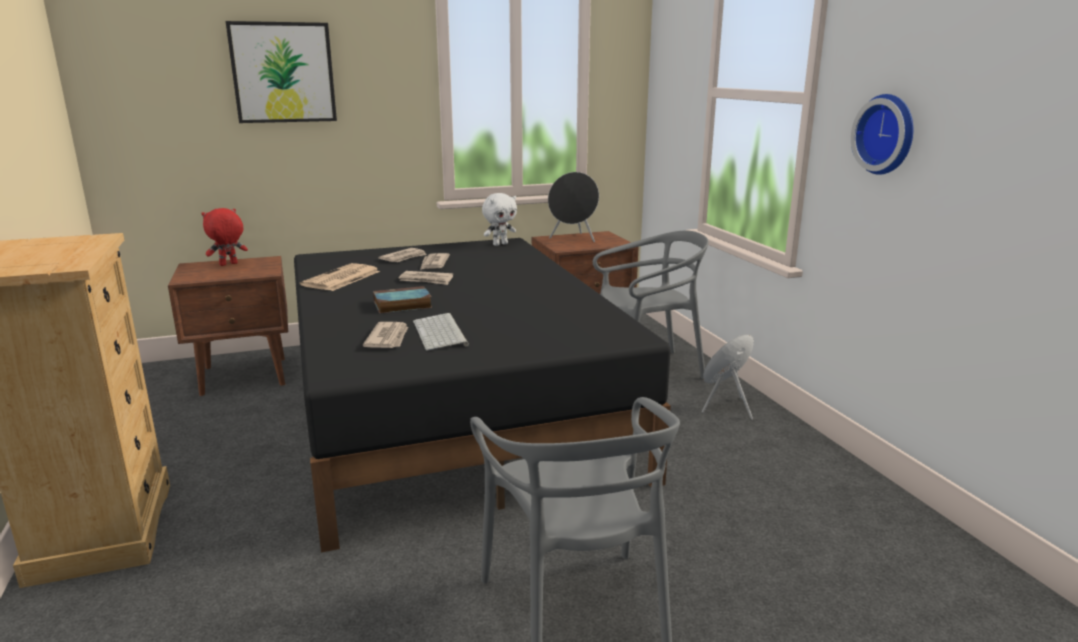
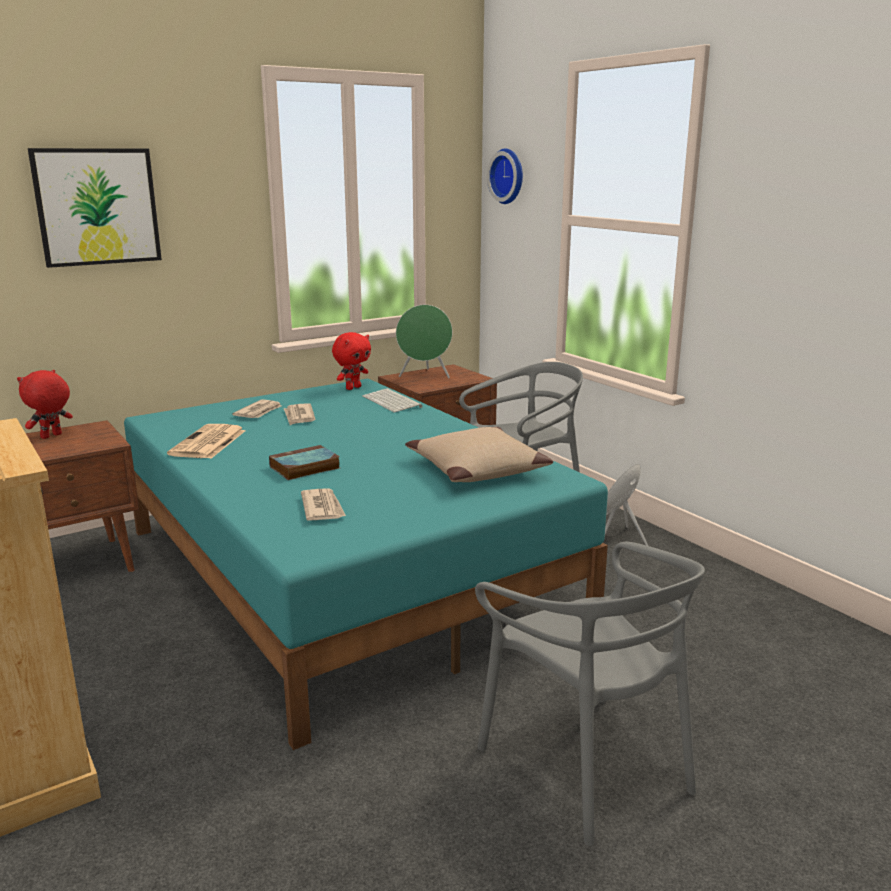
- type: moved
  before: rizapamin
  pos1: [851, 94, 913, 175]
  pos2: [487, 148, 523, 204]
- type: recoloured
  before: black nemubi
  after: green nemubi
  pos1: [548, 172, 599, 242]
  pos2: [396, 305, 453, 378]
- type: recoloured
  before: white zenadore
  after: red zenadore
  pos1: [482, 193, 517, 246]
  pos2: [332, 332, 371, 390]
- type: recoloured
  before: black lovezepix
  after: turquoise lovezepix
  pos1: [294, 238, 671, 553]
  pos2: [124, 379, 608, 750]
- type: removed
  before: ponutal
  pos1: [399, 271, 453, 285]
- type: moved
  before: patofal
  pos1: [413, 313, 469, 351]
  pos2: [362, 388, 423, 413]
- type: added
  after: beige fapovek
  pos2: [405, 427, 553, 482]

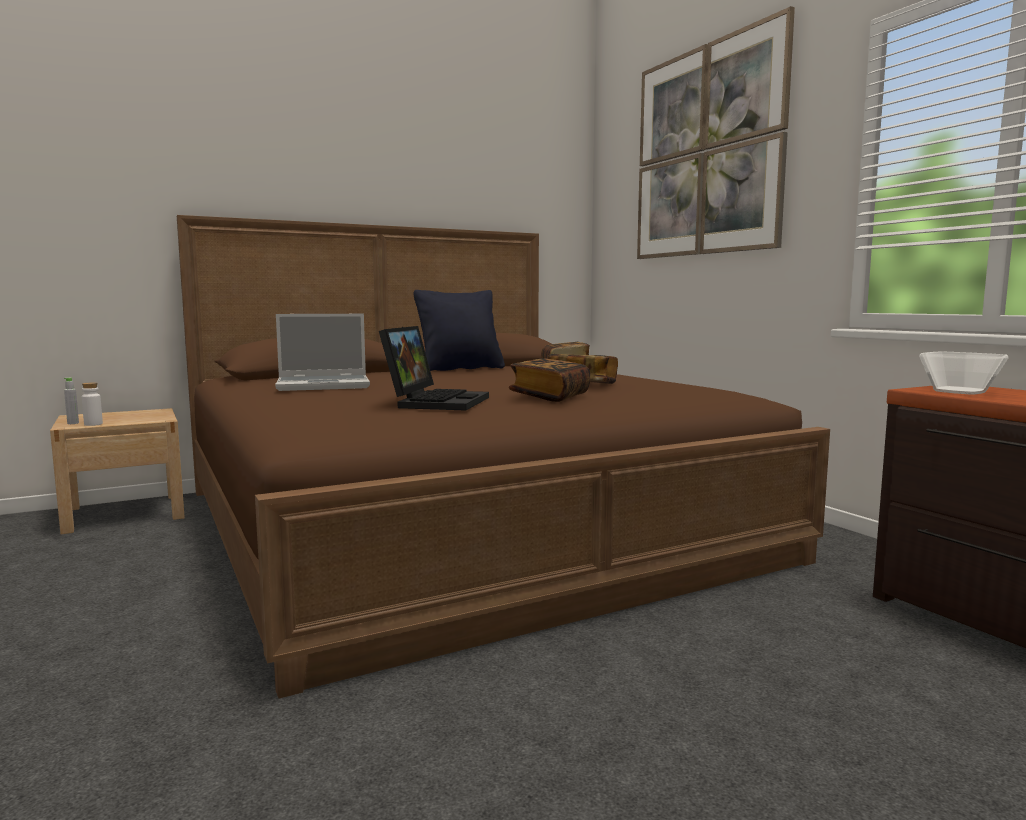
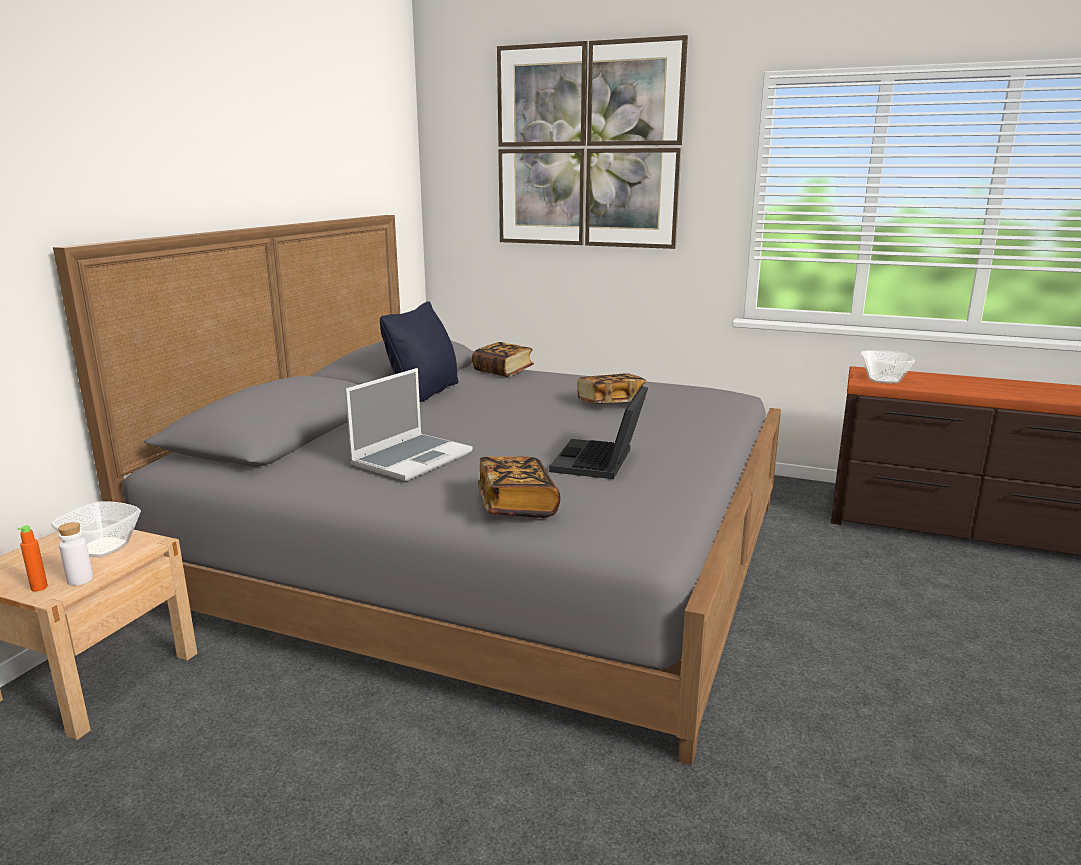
- type: recoloured
  before: brown lovezepix
  after: grey lovezepix
  pos1: [177, 215, 830, 698]
  pos2: [53, 215, 781, 765]
- type: turned
  before: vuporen
  pos1: [379, 326, 489, 410]
  pos2: [549, 386, 648, 479]
  turn: -135
- type: moved
  before: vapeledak
  pos1: [509, 358, 590, 402]
  pos2: [478, 456, 560, 518]
- type: recoloured
  before: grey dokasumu
  after: orange dokasumu
  pos1: [64, 378, 79, 424]
  pos2: [17, 525, 48, 592]
- type: added
  after: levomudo
  pos2: [51, 501, 141, 557]

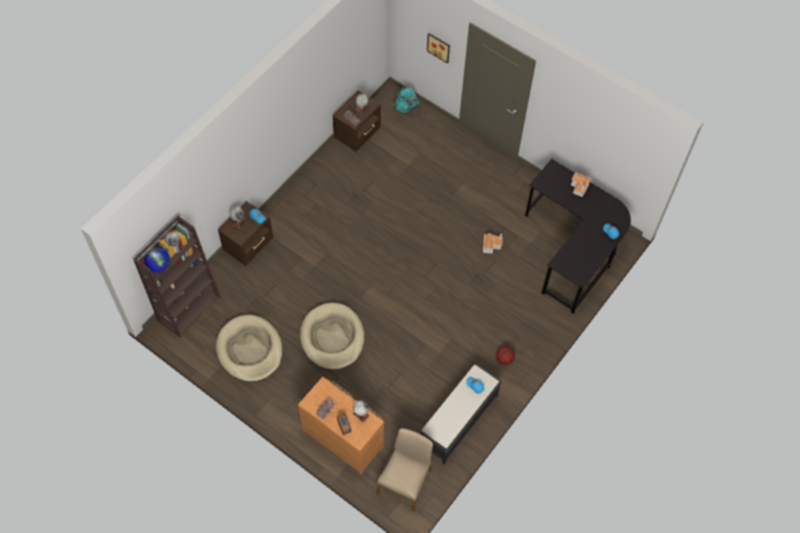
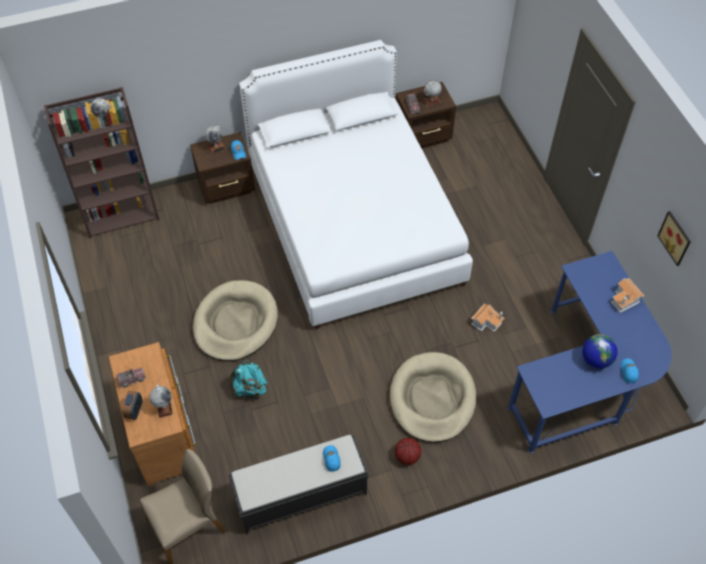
- type: moved
  before: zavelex
  pos1: [427, 33, 450, 64]
  pos2: [657, 211, 691, 266]
- type: moved
  before: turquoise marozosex
  pos1: [392, 86, 419, 114]
  pos2: [230, 360, 268, 400]
- type: recoloured
  before: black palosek
  after: blue palosek
  pos1: [525, 159, 631, 314]
  pos2: [508, 251, 672, 453]
- type: moved
  before: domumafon
  pos1: [144, 247, 170, 273]
  pos2: [582, 334, 618, 369]
- type: moved
  before: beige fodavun
  pos1: [216, 315, 283, 382]
  pos2: [390, 352, 476, 443]
- type: added
  after: white lovezepix
  pos2: [239, 40, 473, 330]

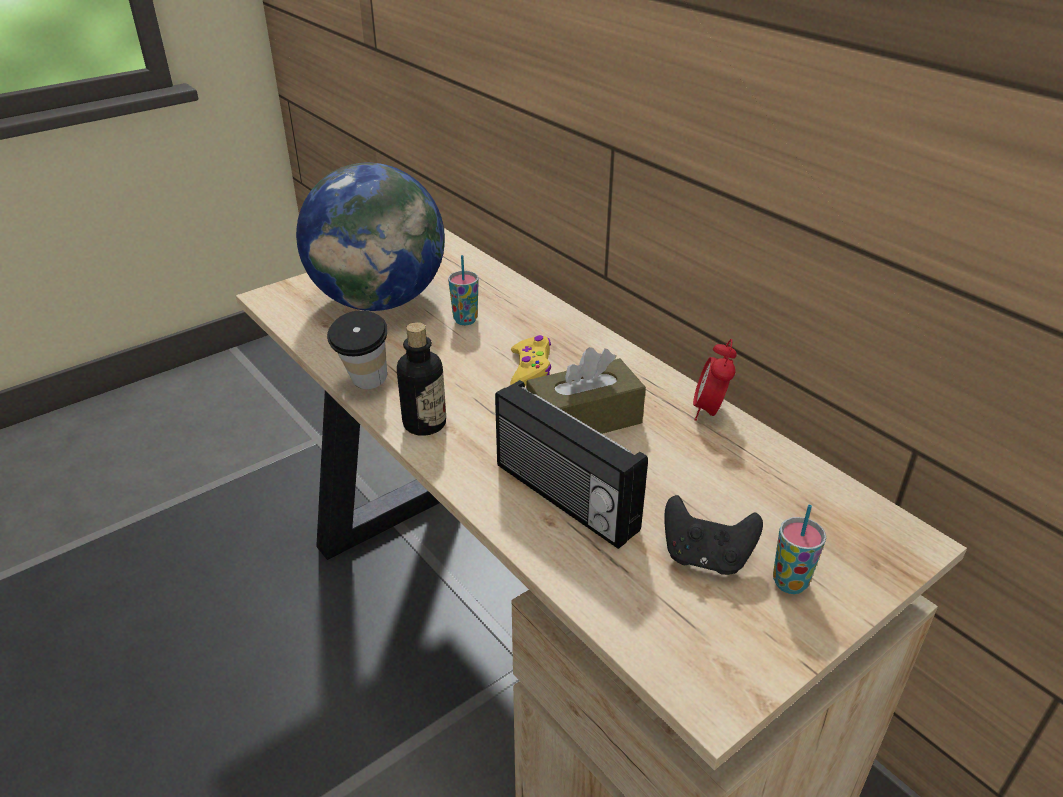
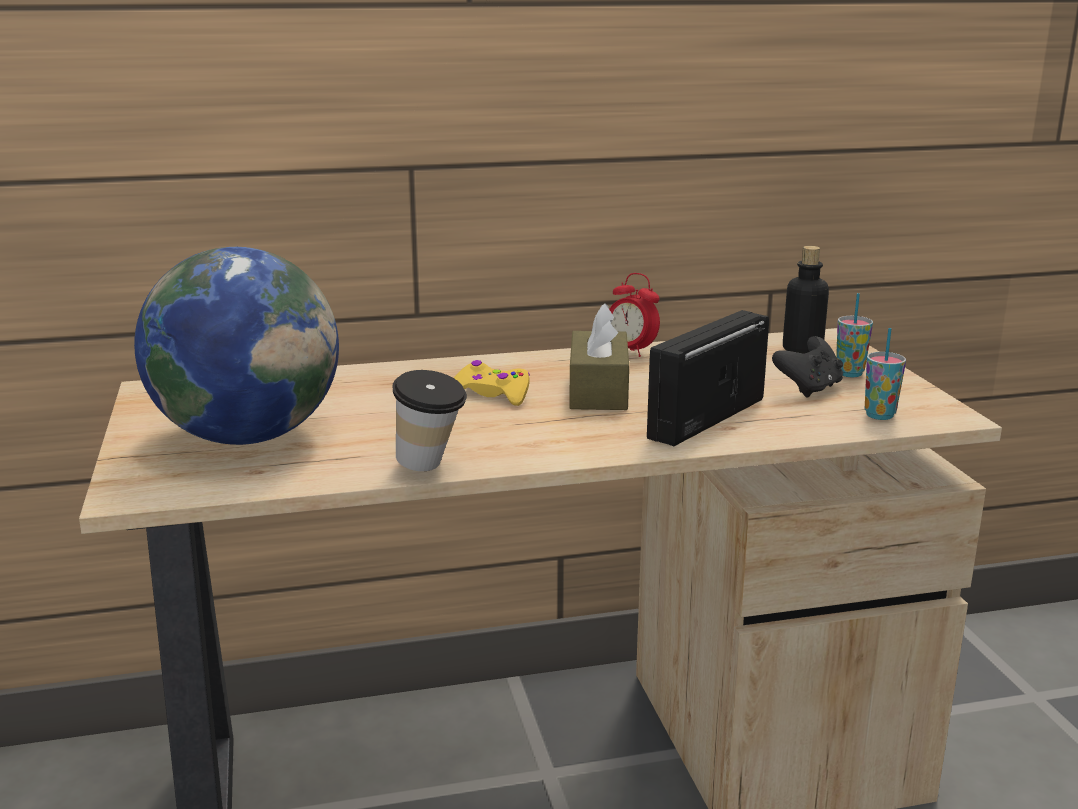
- type: moved
  before: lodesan
  pos1: [448, 255, 479, 325]
  pos2: [864, 328, 906, 420]
- type: moved
  before: dokasumu
  pos1: [397, 322, 446, 436]
  pos2: [783, 246, 829, 354]
- type: turned
  before: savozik
  pos1: [495, 380, 648, 549]
  pos2: [647, 310, 769, 446]
  turn: 150

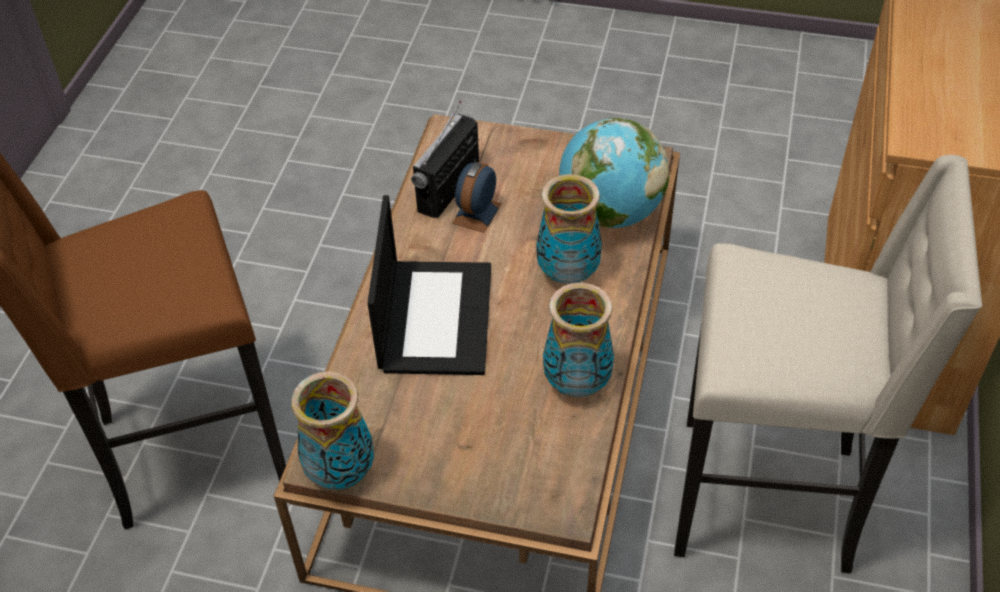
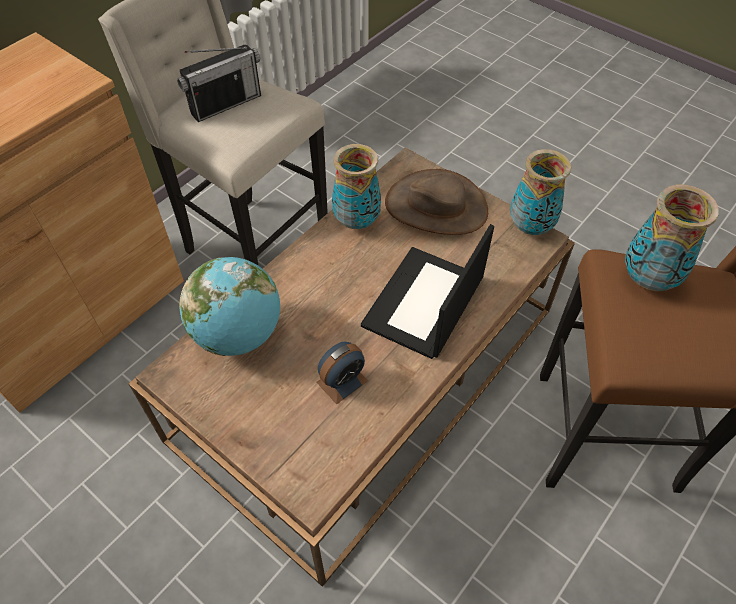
- type: moved
  before: savozik
  pos1: [411, 101, 479, 218]
  pos2: [177, 45, 261, 122]
- type: moved
  before: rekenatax
  pos1: [536, 174, 602, 284]
  pos2: [625, 184, 719, 291]
- type: added
  after: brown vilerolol
  pos2: [385, 169, 488, 235]

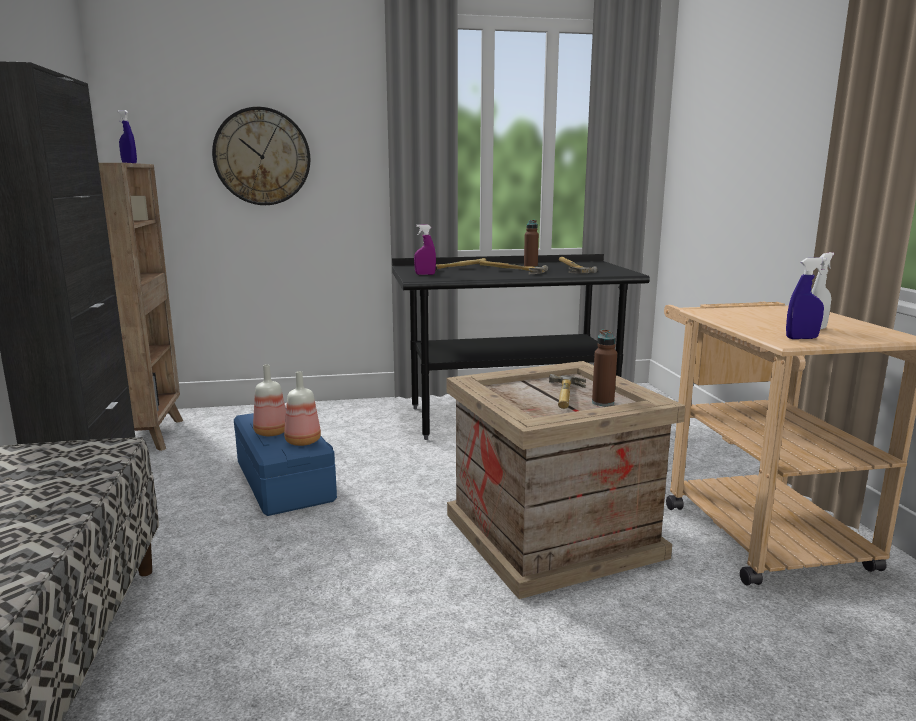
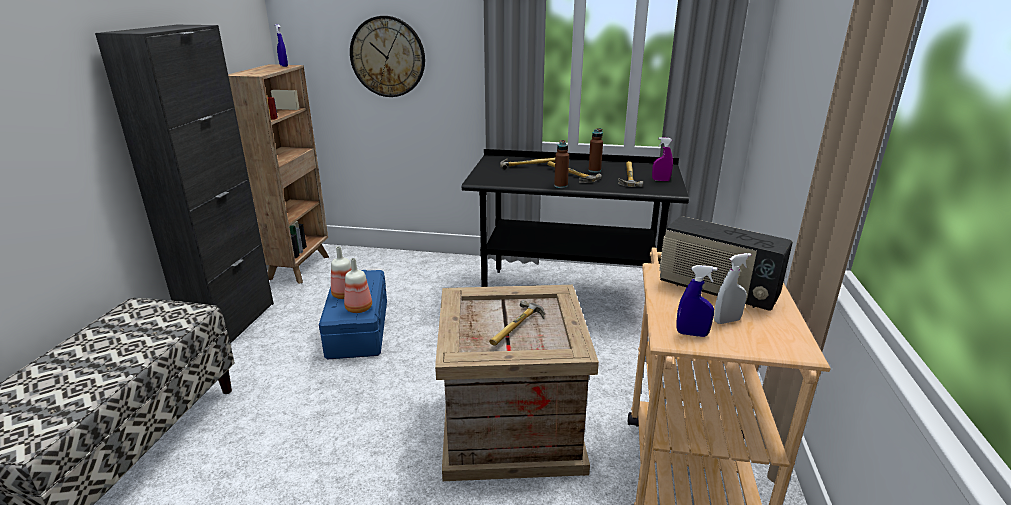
- type: moved
  before: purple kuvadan
  pos1: [414, 224, 436, 275]
  pos2: [652, 137, 673, 181]
- type: moved
  before: brown dokasumu
  pos1: [592, 329, 617, 406]
  pos2: [554, 140, 569, 188]
- type: added
  after: savozik
  pos2: [659, 216, 793, 311]

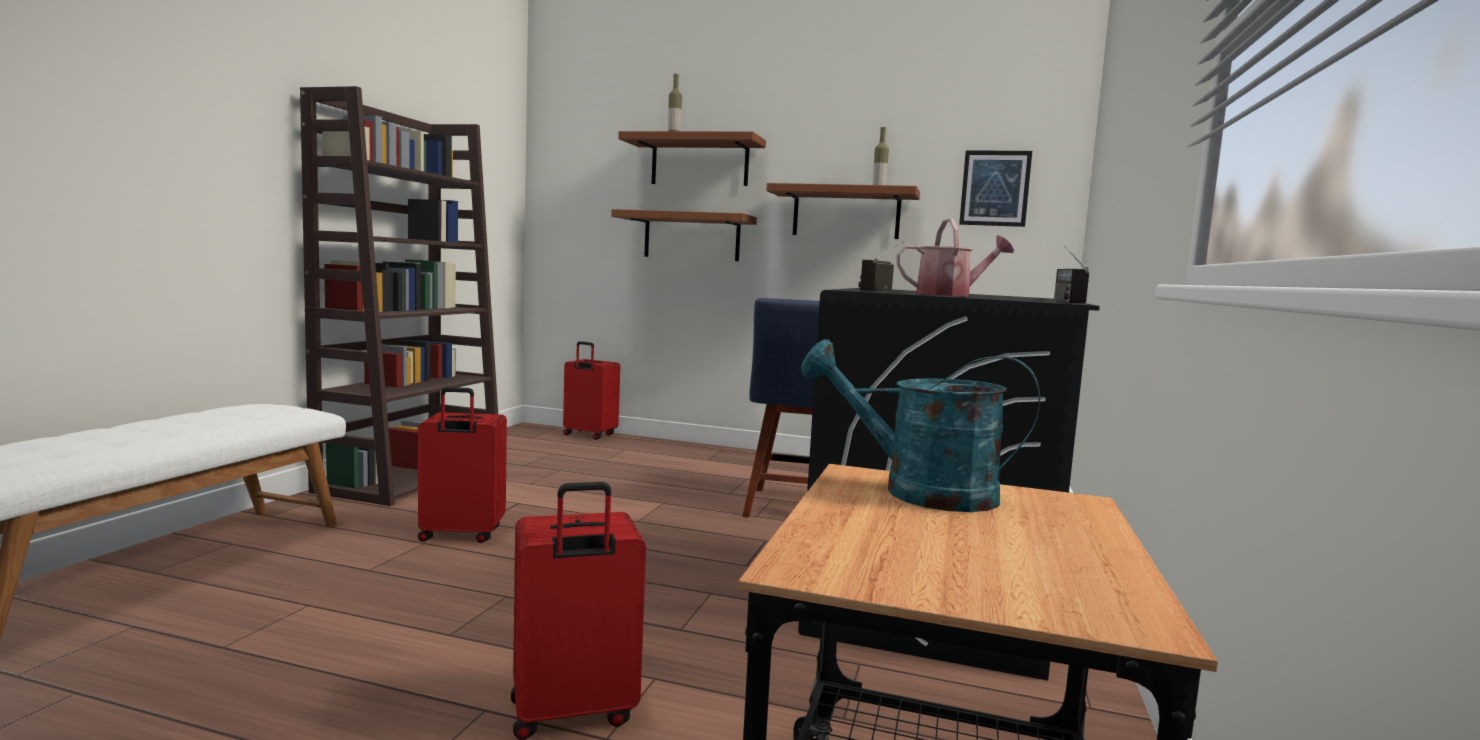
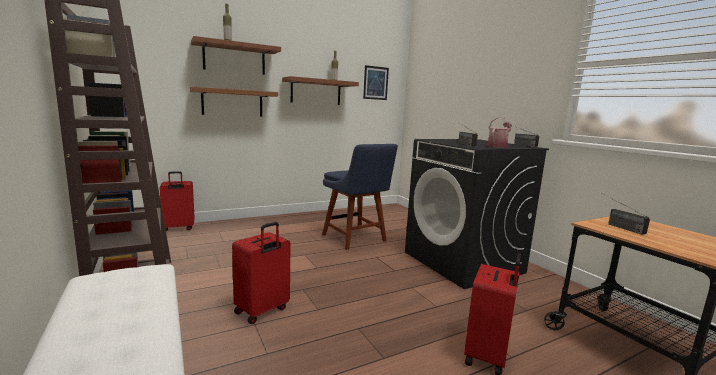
- type: replaced
  before: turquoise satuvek
  after: savozik
  pos1: [801, 339, 1040, 512]
  pos2: [601, 193, 650, 235]

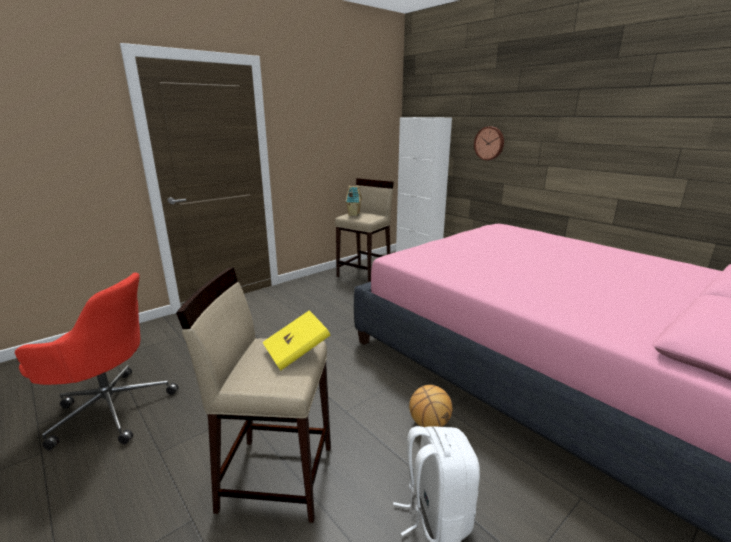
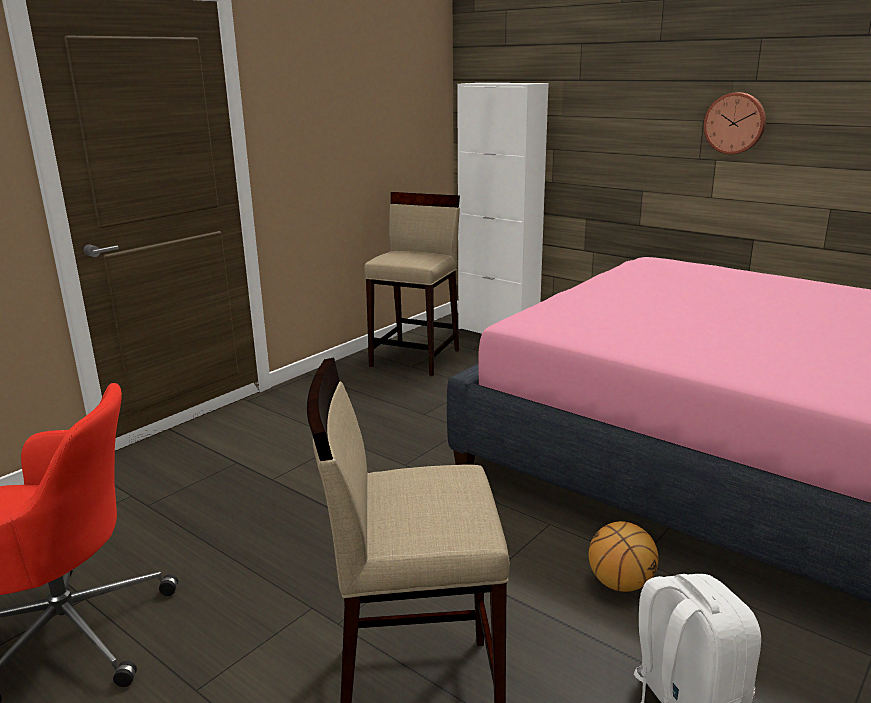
- type: moved
  before: rizapamin
  pos1: [474, 126, 504, 160]
  pos2: [704, 92, 766, 154]
- type: removed
  before: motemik
  pos1: [345, 186, 362, 216]
- type: removed
  before: yellow vapeledak
  pos1: [262, 310, 330, 370]

